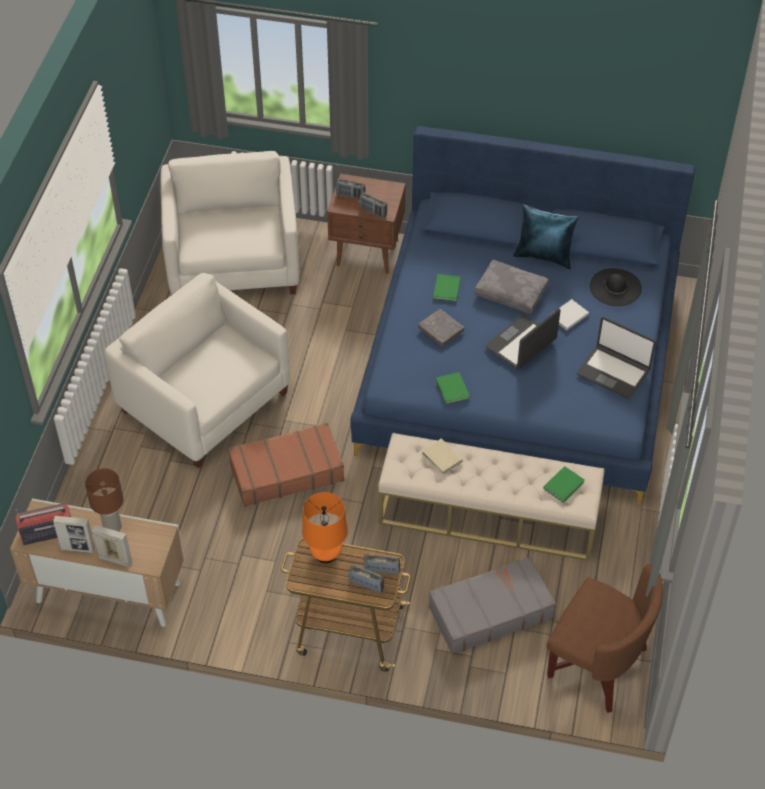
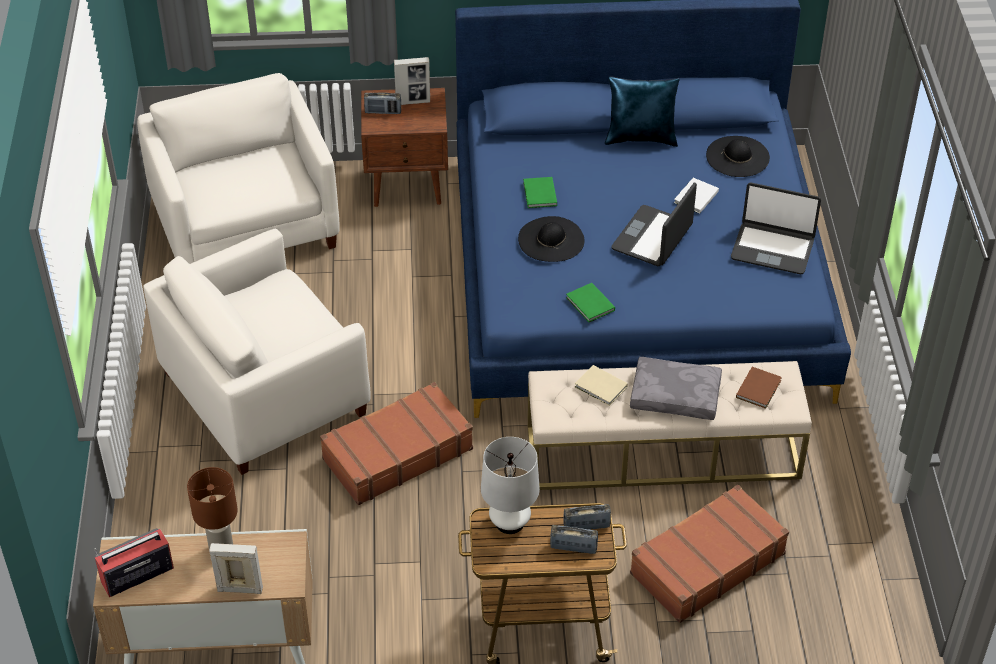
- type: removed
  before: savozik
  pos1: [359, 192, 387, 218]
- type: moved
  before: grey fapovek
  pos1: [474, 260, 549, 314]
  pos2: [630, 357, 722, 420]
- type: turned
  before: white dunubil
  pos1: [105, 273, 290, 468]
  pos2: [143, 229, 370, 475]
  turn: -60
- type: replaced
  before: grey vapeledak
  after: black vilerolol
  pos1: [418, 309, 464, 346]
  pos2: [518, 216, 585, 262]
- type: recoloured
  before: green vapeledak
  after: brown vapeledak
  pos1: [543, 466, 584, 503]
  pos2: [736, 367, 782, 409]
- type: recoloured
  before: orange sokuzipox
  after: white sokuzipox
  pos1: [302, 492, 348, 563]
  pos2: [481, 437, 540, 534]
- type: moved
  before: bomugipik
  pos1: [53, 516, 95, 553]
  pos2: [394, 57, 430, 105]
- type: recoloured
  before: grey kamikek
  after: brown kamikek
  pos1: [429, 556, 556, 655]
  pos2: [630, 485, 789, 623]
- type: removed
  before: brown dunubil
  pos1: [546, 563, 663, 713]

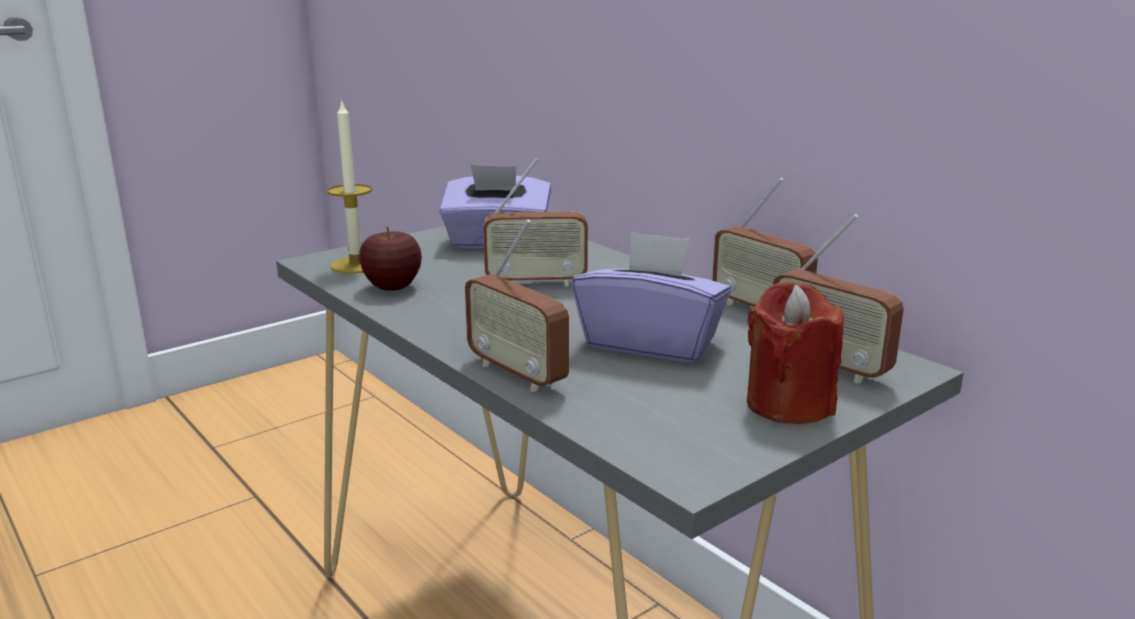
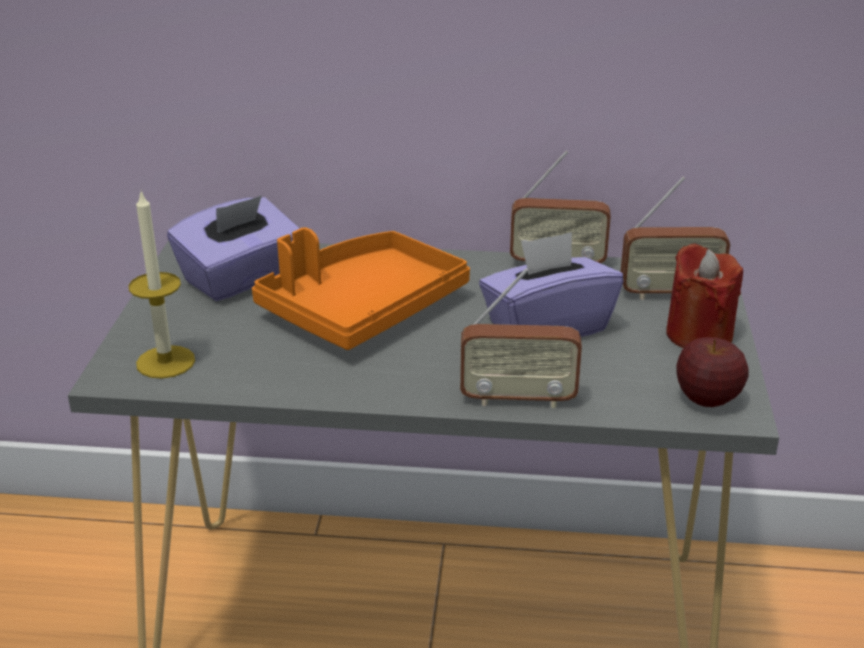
- type: replaced
  before: savozik
  after: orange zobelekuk
  pos1: [483, 158, 588, 287]
  pos2: [252, 227, 470, 350]
- type: moved
  before: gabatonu
  pos1: [359, 227, 422, 291]
  pos2: [676, 337, 749, 407]

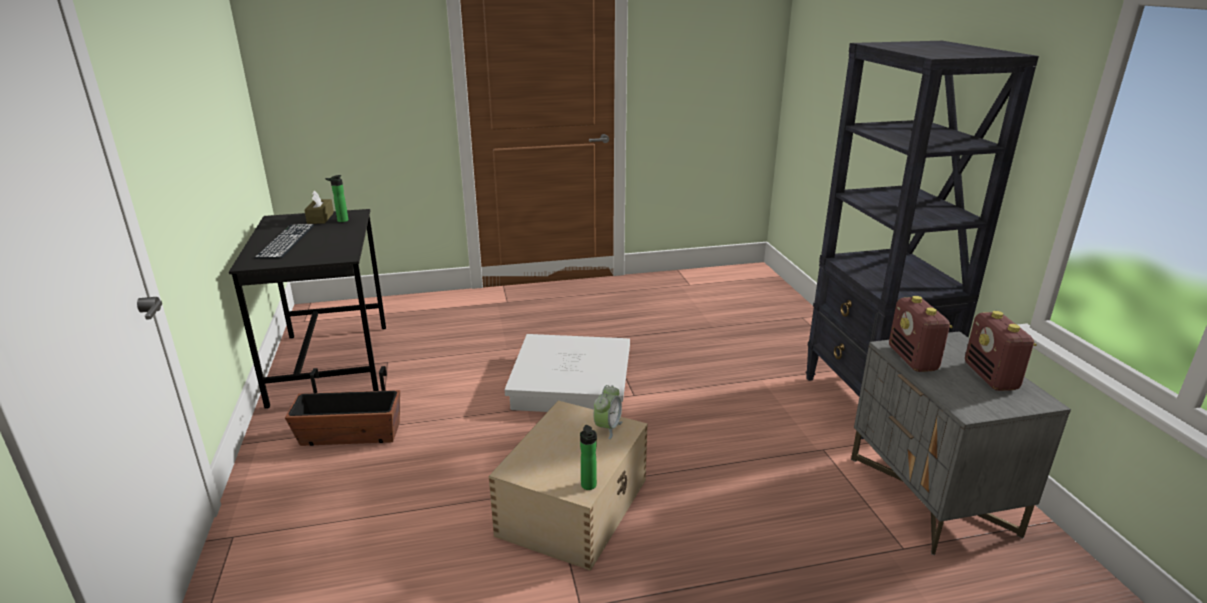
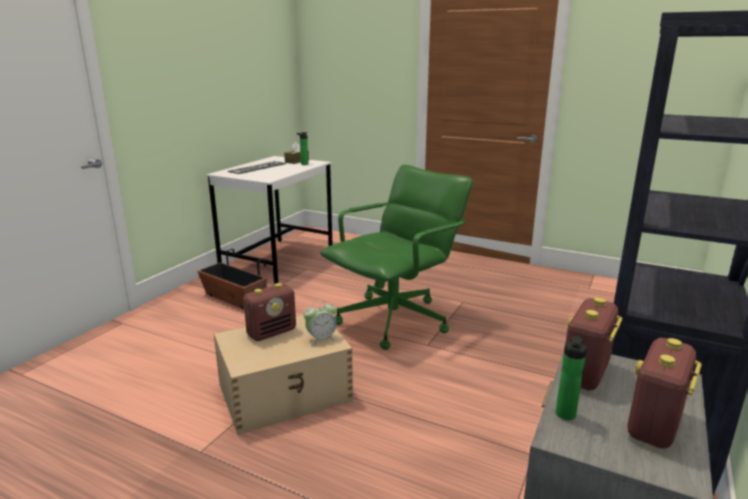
- type: recoloured
  before: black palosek
  after: white palosek
  pos1: [229, 209, 386, 409]
  pos2: [206, 156, 333, 284]
- type: replaced
  before: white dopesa
  after: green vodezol
  pos1: [505, 334, 630, 412]
  pos2: [320, 165, 473, 350]
- type: moved
  before: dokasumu
  pos1: [580, 425, 597, 490]
  pos2: [555, 335, 587, 420]
- type: added
  after: savozik
  pos2: [243, 283, 296, 341]

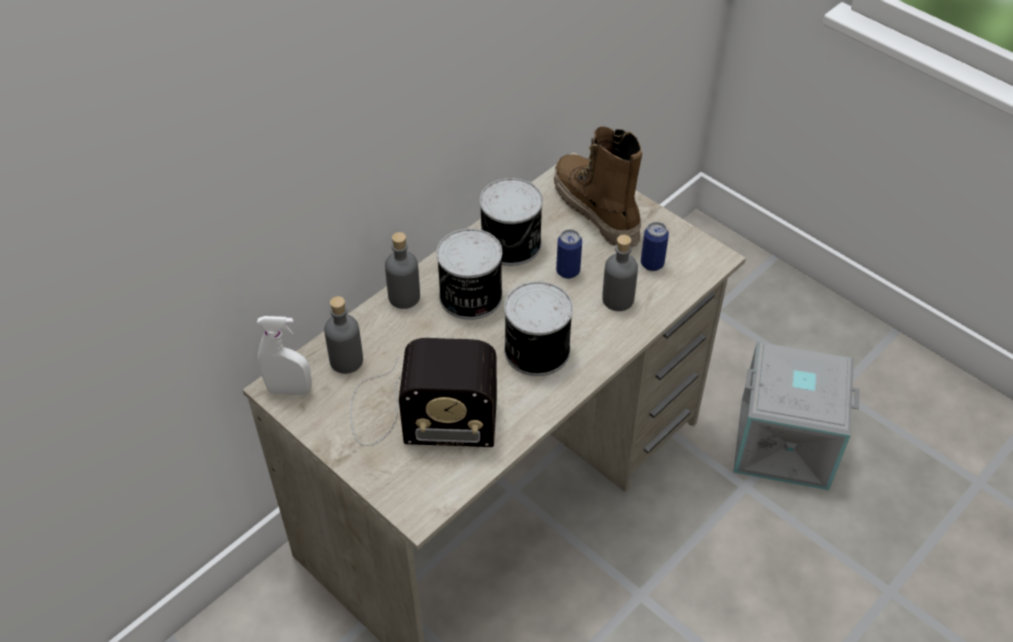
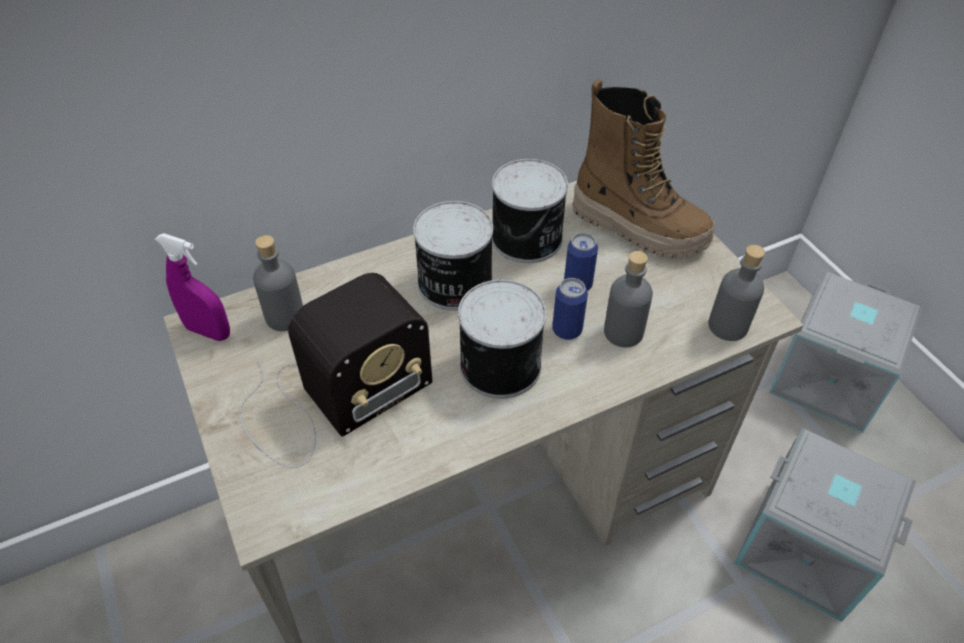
- type: turned
  before: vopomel
  pos1: [554, 126, 642, 248]
  pos2: [573, 79, 715, 259]
  turn: 135
- type: moved
  before: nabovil
  pos1: [641, 222, 669, 271]
  pos2: [552, 278, 588, 340]
- type: moved
  before: grey dokasumu
  pos1: [385, 232, 420, 309]
  pos2: [708, 245, 765, 341]
- type: recoloured
  before: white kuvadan
  after: purple kuvadan
  pos1: [257, 316, 312, 395]
  pos2: [155, 233, 230, 341]
- type: turned
  before: savozik
  pos1: [350, 338, 497, 447]
  pos2: [239, 273, 432, 468]
  turn: -60
- type: added
  after: grey dopesa
  pos2: [769, 271, 922, 433]

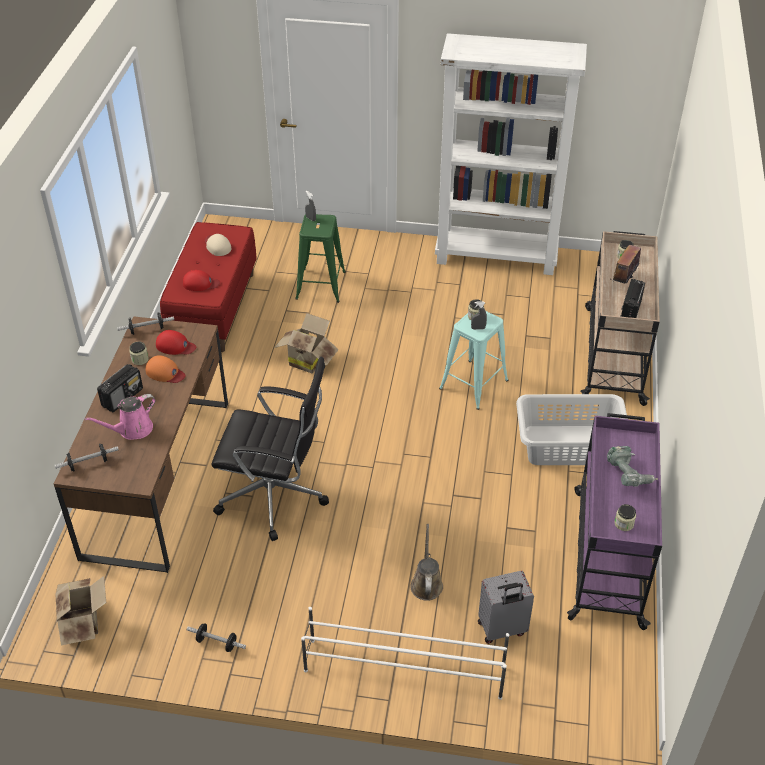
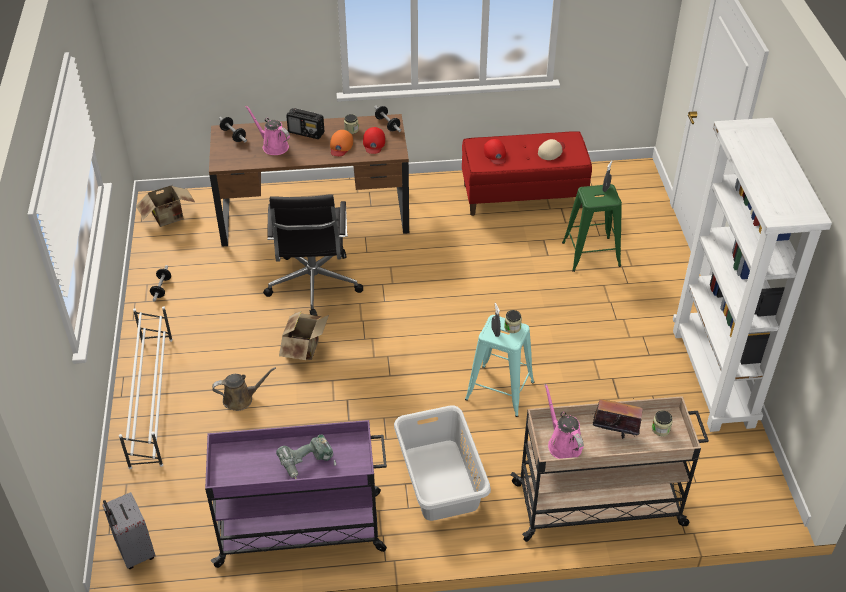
- type: replaced
  before: savozik
  after: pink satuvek
  pos1: [620, 279, 645, 318]
  pos2: [544, 384, 584, 459]
- type: moved
  before: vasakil
  pos1: [274, 313, 339, 374]
  pos2: [279, 311, 329, 360]
- type: removed
  before: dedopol
  pos1: [614, 504, 636, 531]
- type: moved
  before: grey kamikek
  pos1: [478, 571, 534, 644]
  pos2: [102, 492, 155, 569]

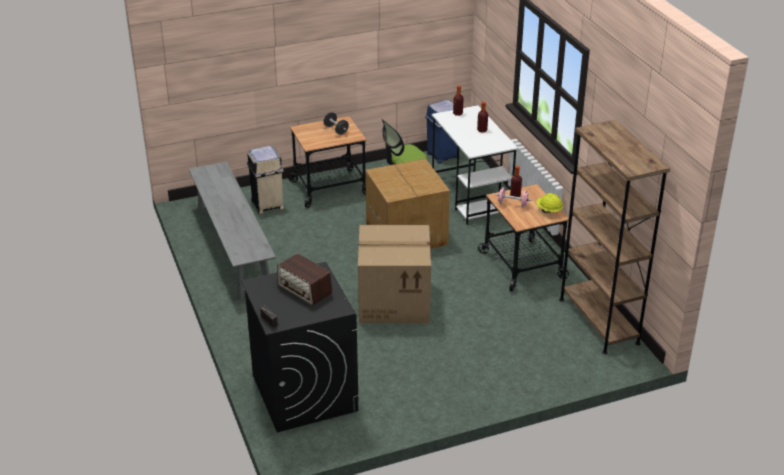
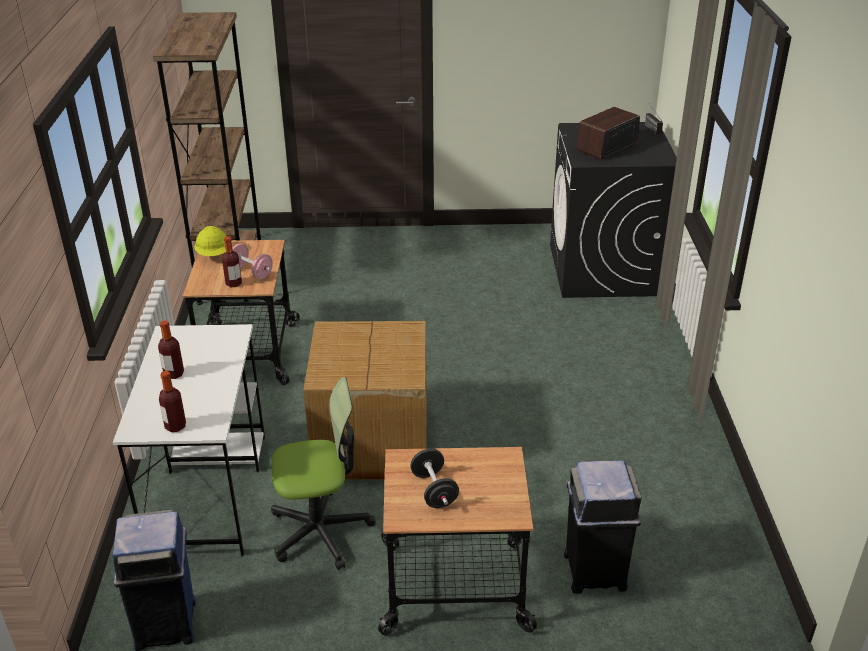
- type: recoloured
  before: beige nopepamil
  after: black nopepamil
  pos1: [247, 146, 284, 214]
  pos2: [564, 460, 641, 594]
- type: removed
  before: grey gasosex
  pos1: [189, 162, 276, 300]
- type: removed
  before: vasakil
  pos1: [358, 225, 431, 323]
- type: turned
  before: savozik
  pos1: [277, 253, 332, 305]
  pos2: [576, 107, 640, 160]
  turn: -105

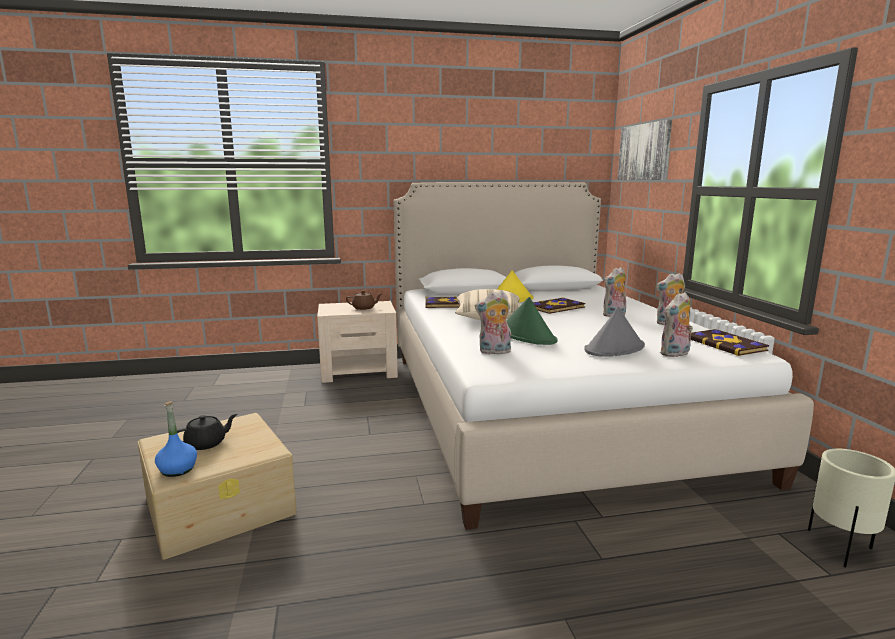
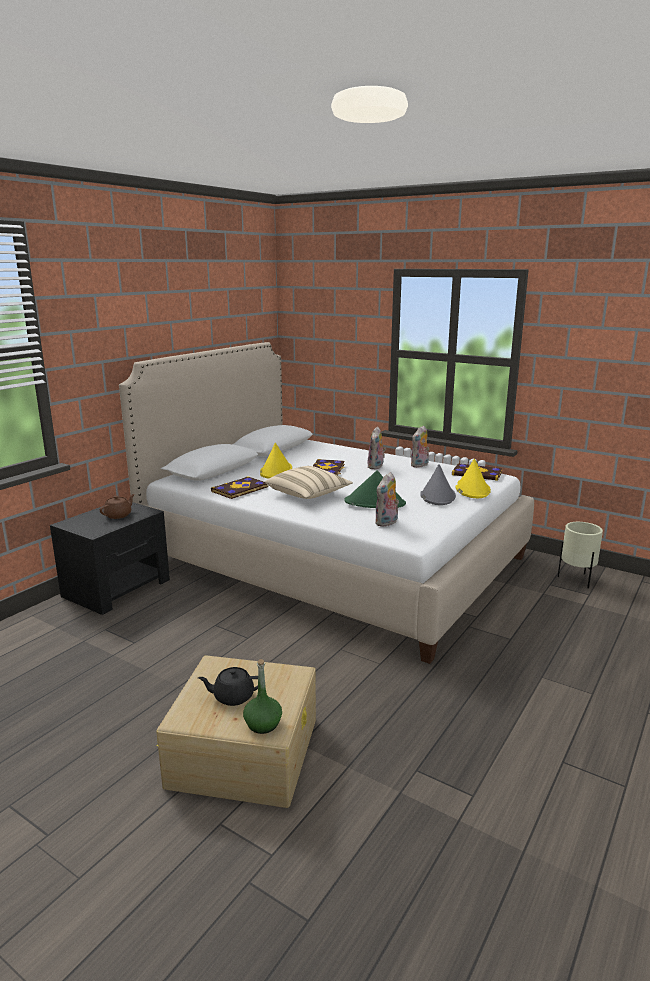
- type: removed
  before: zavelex
  pos1: [618, 120, 672, 180]
- type: replaced
  before: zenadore
  after: yellow vilerolol
  pos1: [660, 292, 693, 357]
  pos2: [456, 459, 491, 498]
- type: recoloured
  before: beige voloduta
  after: black voloduta
  pos1: [317, 301, 398, 383]
  pos2: [50, 502, 170, 615]
- type: recoloured
  before: blue dokasumu
  after: green dokasumu
  pos1: [155, 401, 197, 477]
  pos2: [243, 659, 282, 734]
- type: turned
  before: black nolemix
  pos1: [177, 414, 237, 450]
  pos2: [198, 667, 258, 706]
  turn: -105

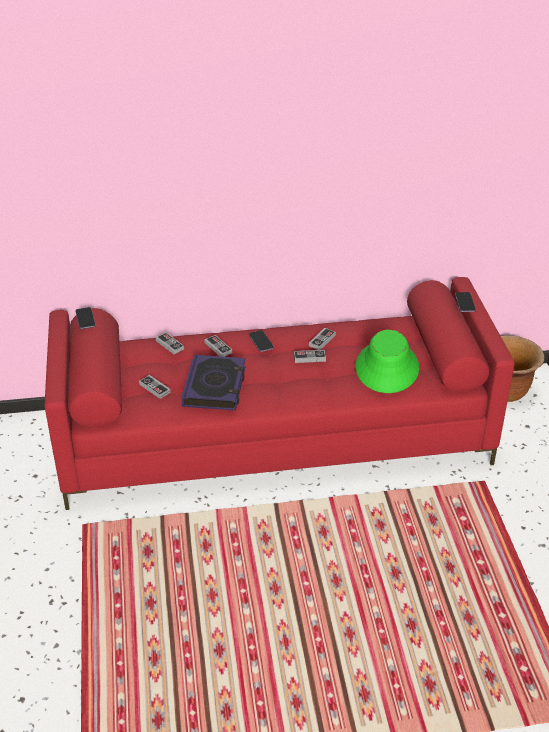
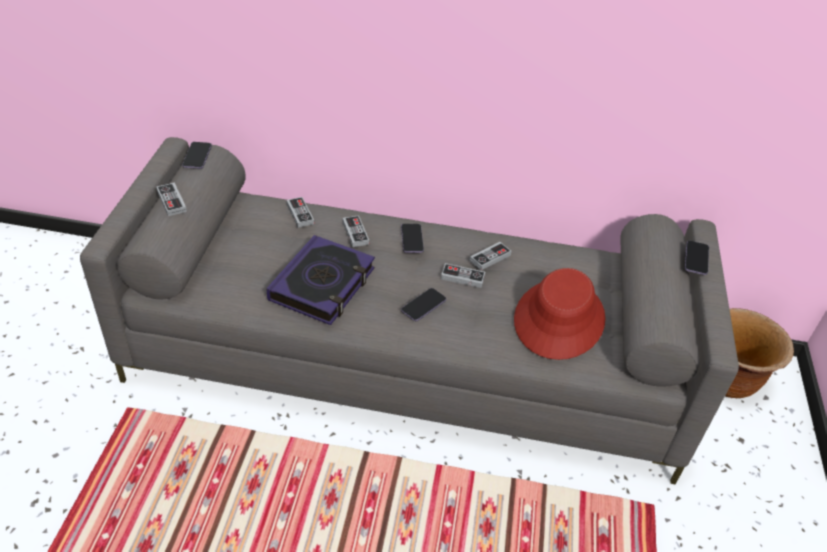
- type: recoloured
  before: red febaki
  after: grey febaki
  pos1: [45, 277, 514, 510]
  pos2: [80, 137, 739, 485]
- type: recoloured
  before: green vilerolol
  after: red vilerolol
  pos1: [356, 330, 419, 393]
  pos2: [514, 268, 605, 360]
- type: moved
  before: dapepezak
  pos1: [139, 375, 171, 399]
  pos2: [156, 182, 187, 216]
- type: added
  after: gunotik
  pos2: [401, 288, 446, 321]

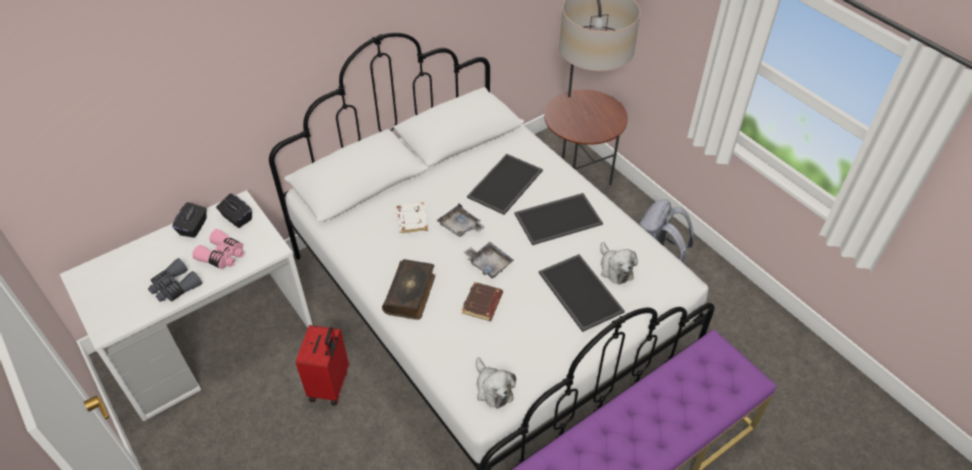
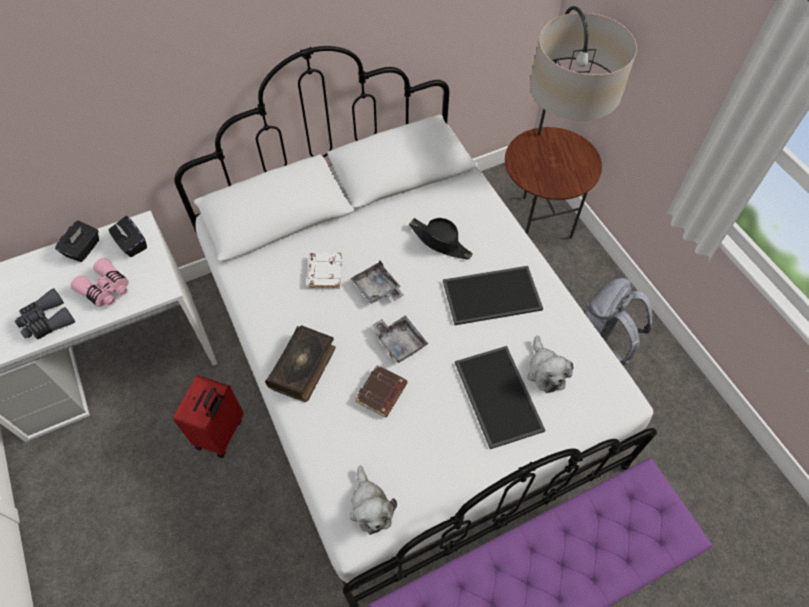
- type: replaced
  before: zobelekuk
  after: black vilerolol
  pos1: [467, 154, 543, 215]
  pos2: [409, 218, 473, 259]

